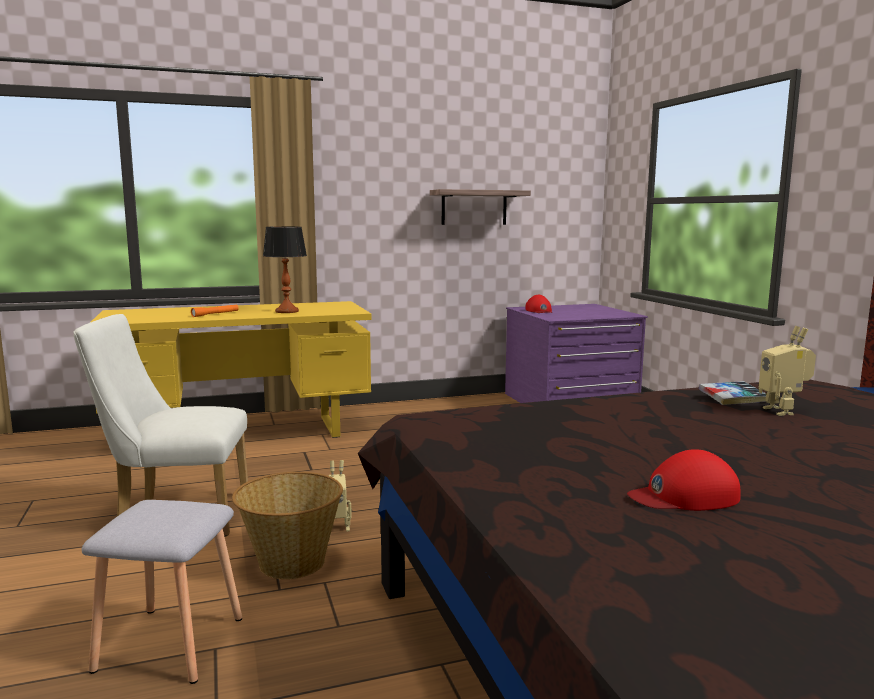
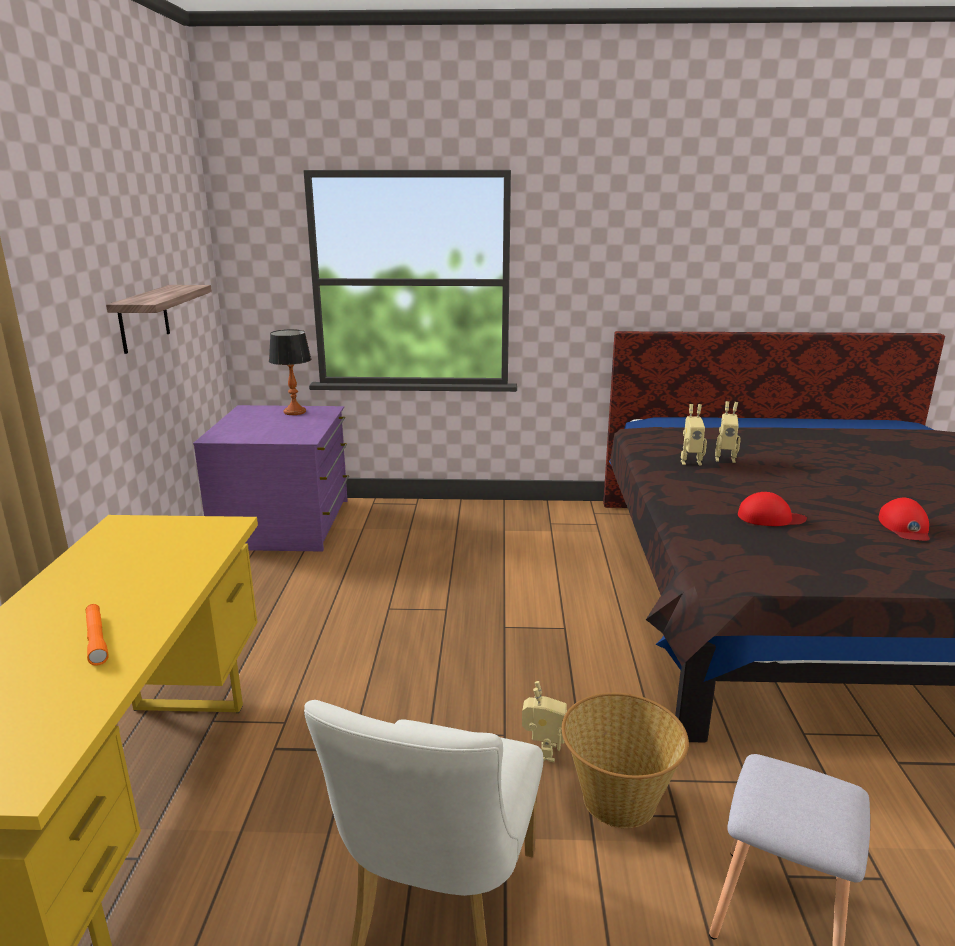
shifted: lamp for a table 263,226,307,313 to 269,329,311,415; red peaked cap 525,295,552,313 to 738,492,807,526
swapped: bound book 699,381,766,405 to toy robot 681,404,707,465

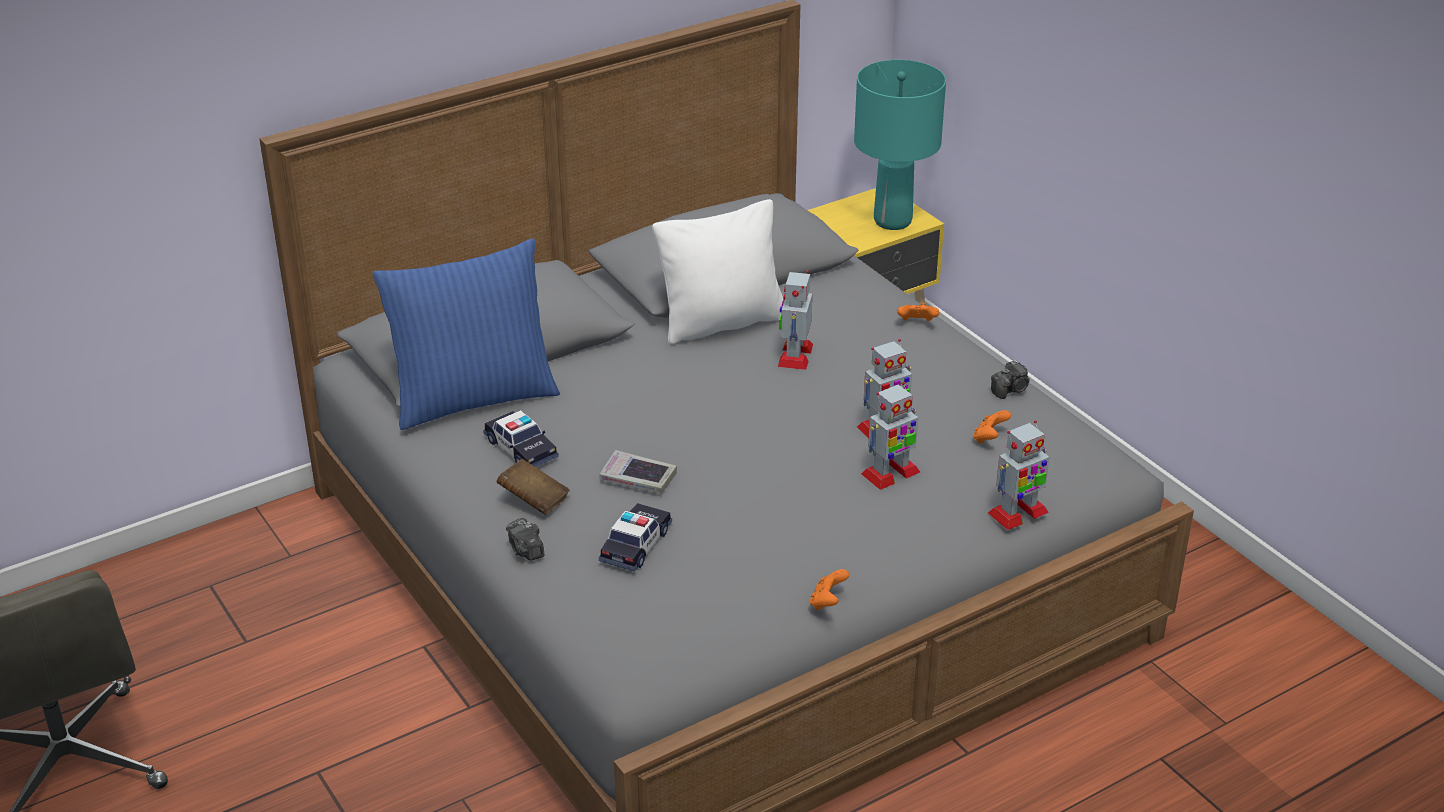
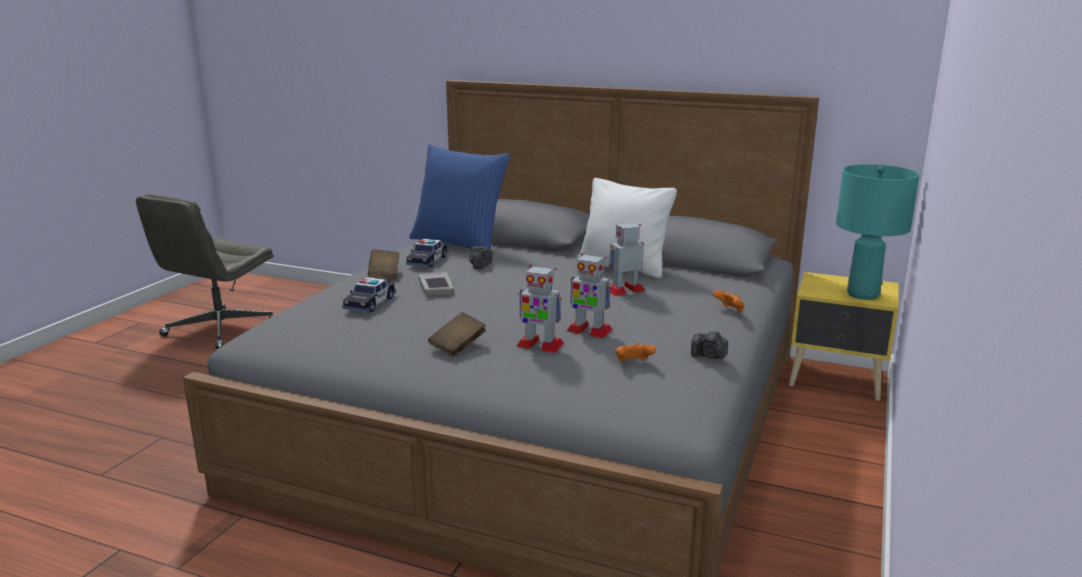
gone: orange-coloured game controller 810,569,849,610; toy robot 988,420,1049,530
new: brown bound book 428,312,486,357
shifted: still camera 506,518,544,561 to 469,246,493,269
rotated: miniature car 599,503,672,571 = 342,277,396,312 120 degrees clockwise

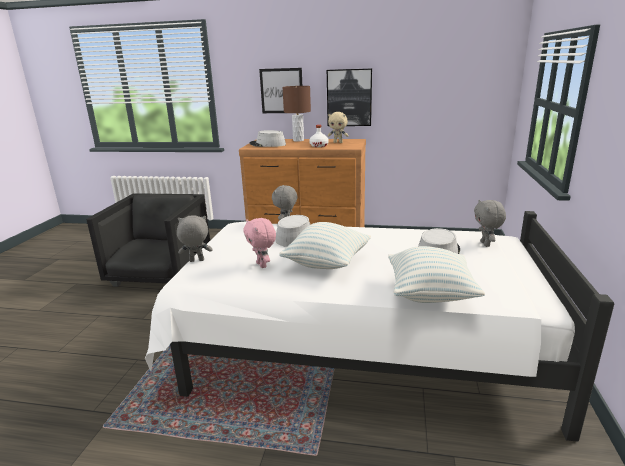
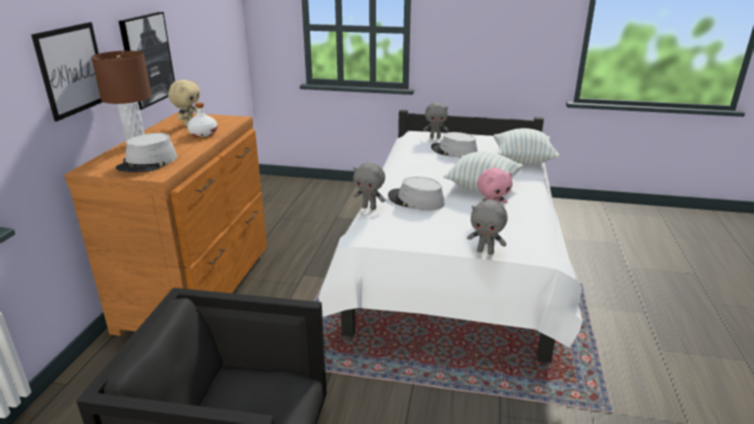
rotated: gray cuddly toy 177,215,213,262 = 467,200,508,255 60 degrees counterclockwise

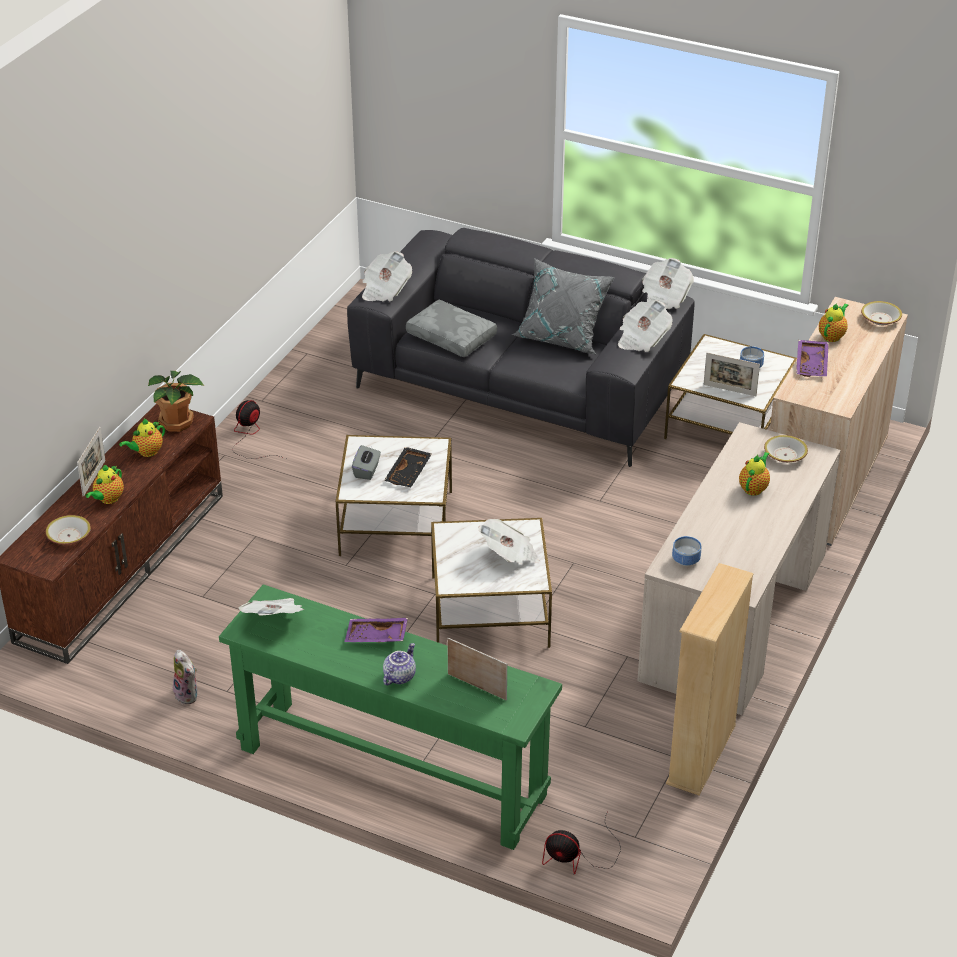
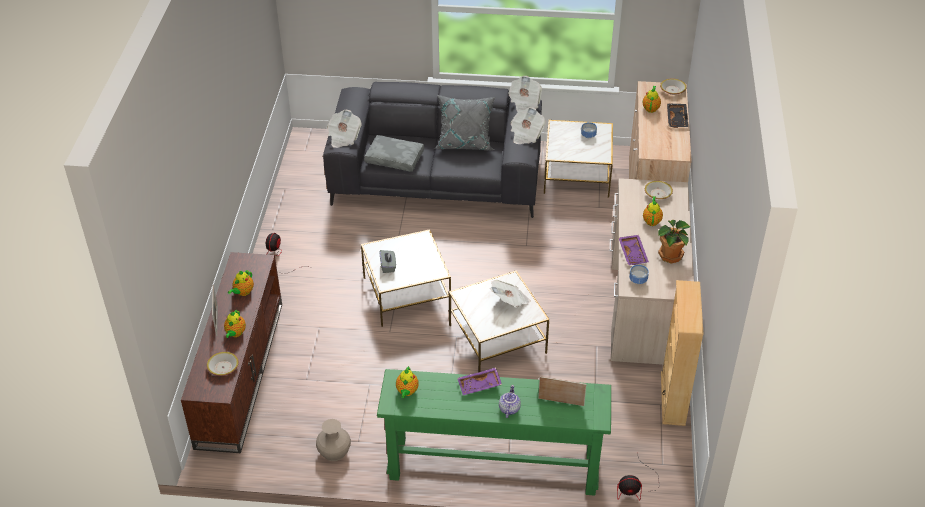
gone: photo frame 703,352,760,396
shifted: plant in a pot 148,371,204,432 to 658,220,691,264; black-coloured serving tray 384,447,432,487 to 667,104,688,128; purple-coloured serving tray 796,340,829,377 to 619,235,649,265
swapped: cuddly toy 173,650,197,704 to sand-coloured vase 316,419,351,461; newspaper 239,598,304,616 to pot for tea 396,366,419,398

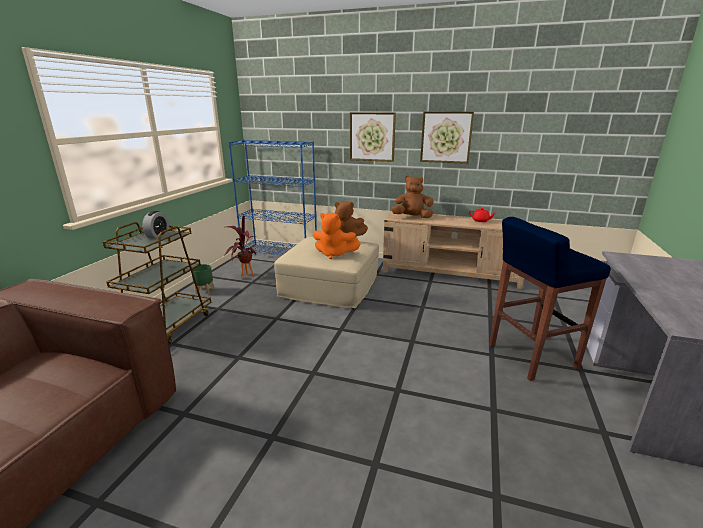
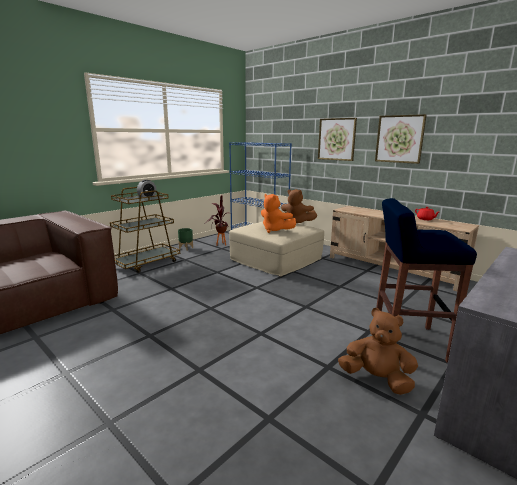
shifted: brown cuddly toy 391,176,434,218 to 338,308,418,395

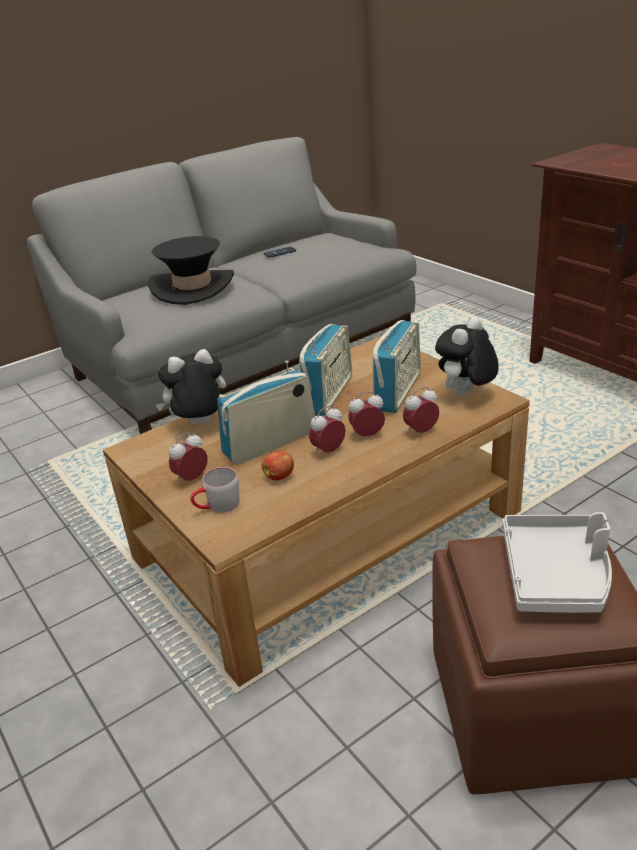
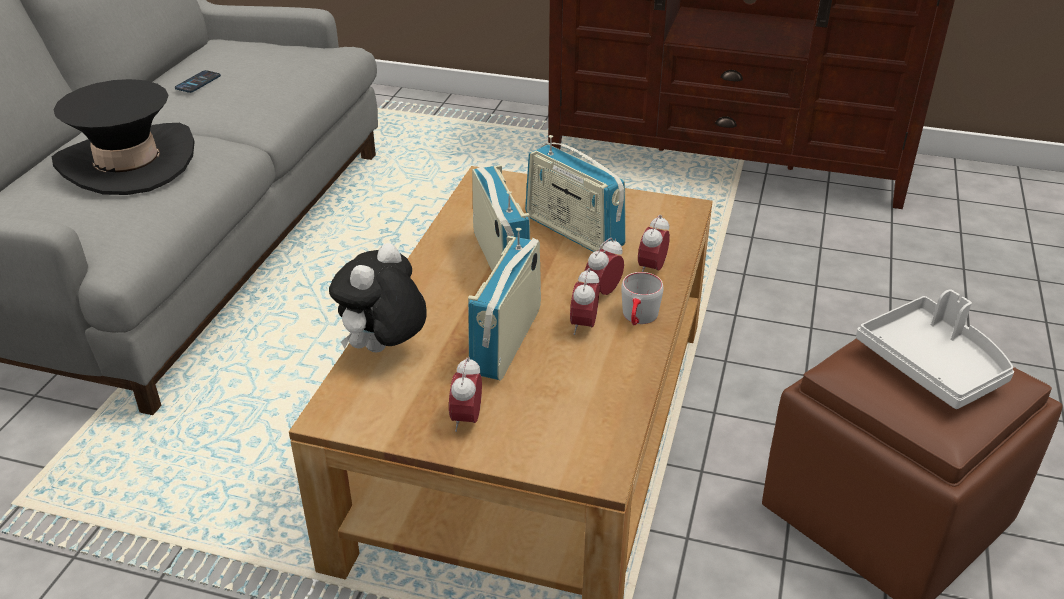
gone: apple 262,451,294,480; cuddly toy 435,317,499,396
shifted: gray tea mug 190,467,239,512 to 621,272,664,325
rotated: radio 373,320,421,413 = 525,135,626,252 150 degrees clockwise

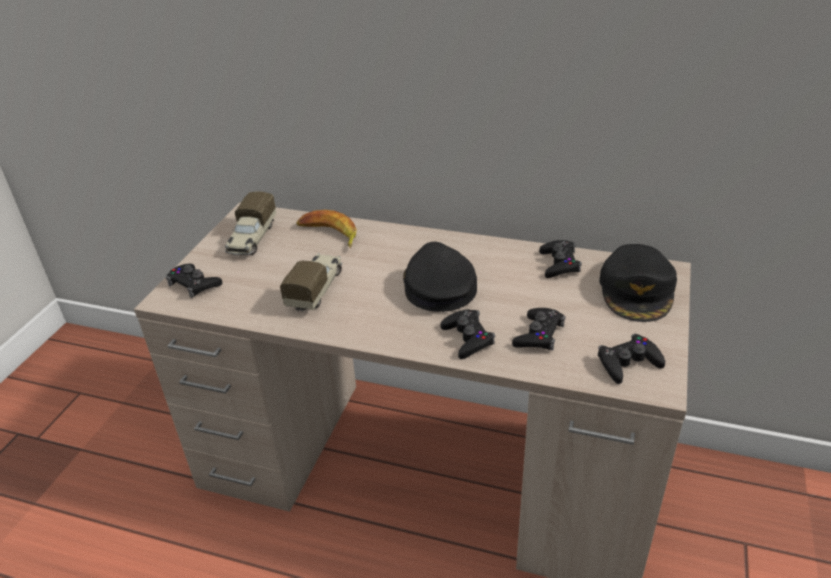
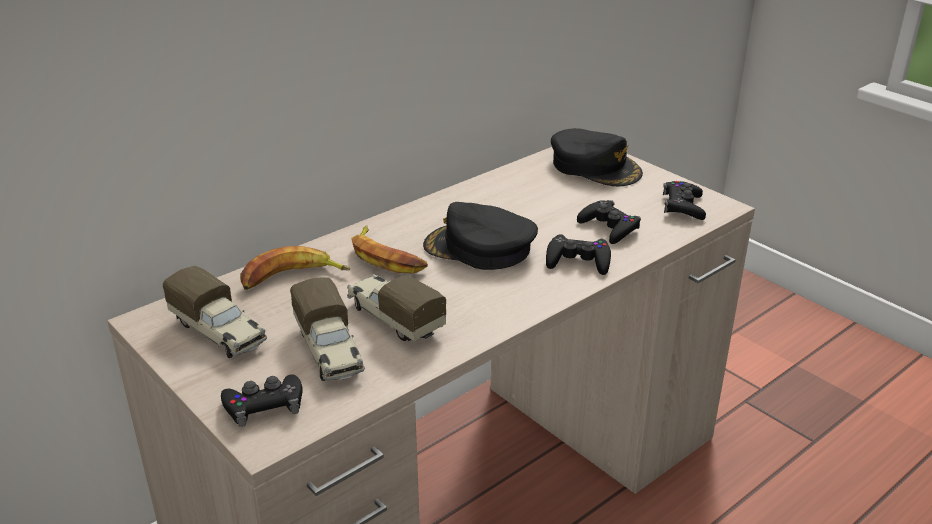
gone: black-coloured game controller 539,240,582,278
new: toy lorry 290,278,365,381; banana 351,225,428,274

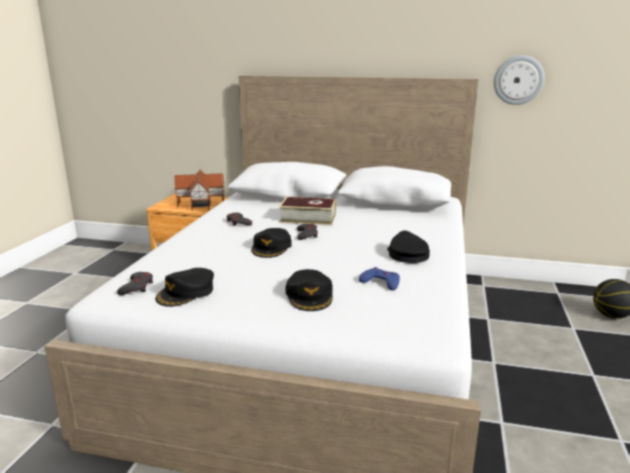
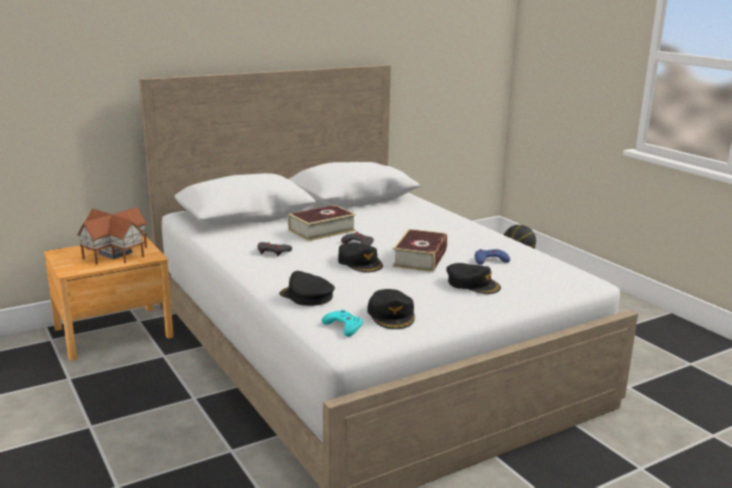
gone: clock on the wall 494,55,544,105
new: bound book 392,229,448,272
shifted: black-coloured peaked cap 387,231,430,263 to 279,271,335,306
repainted: gray game controller 117,272,153,295 to turquoise-coloured game controller 322,310,363,337

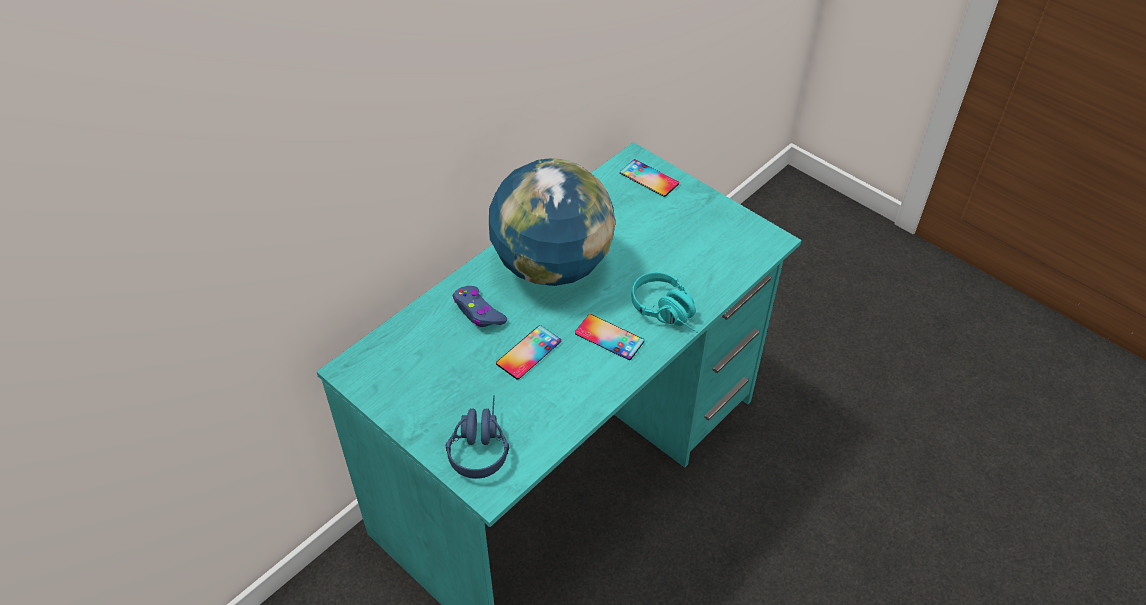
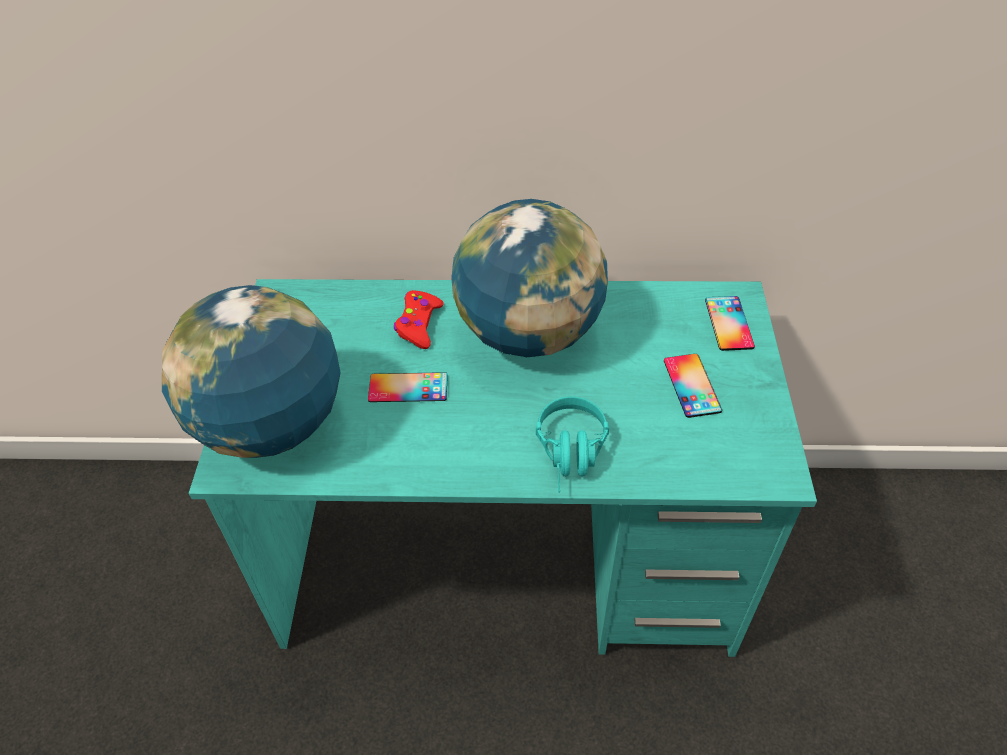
shifted: telephone 575,314,644,360 to 664,354,722,418
swapped: blue pair of headphones 446,395,509,479 to desk globe 162,285,341,458
repainted: blue game controller 453,286,507,327 to red game controller 394,290,444,349

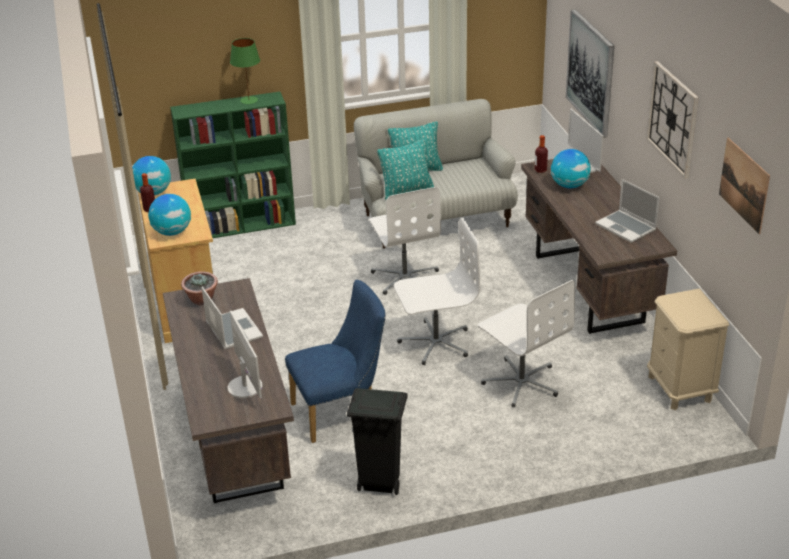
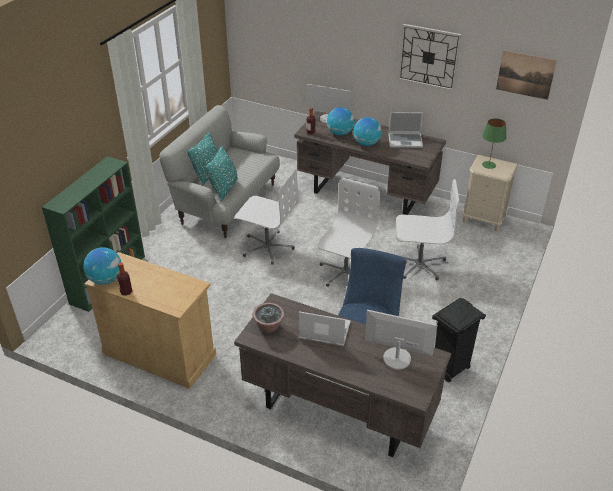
gone: picture 566,9,615,138
shifted: desk globe 148,194,191,236 to 353,117,382,146; green-coloured lamp for a table 230,38,260,104 to 482,118,507,169

